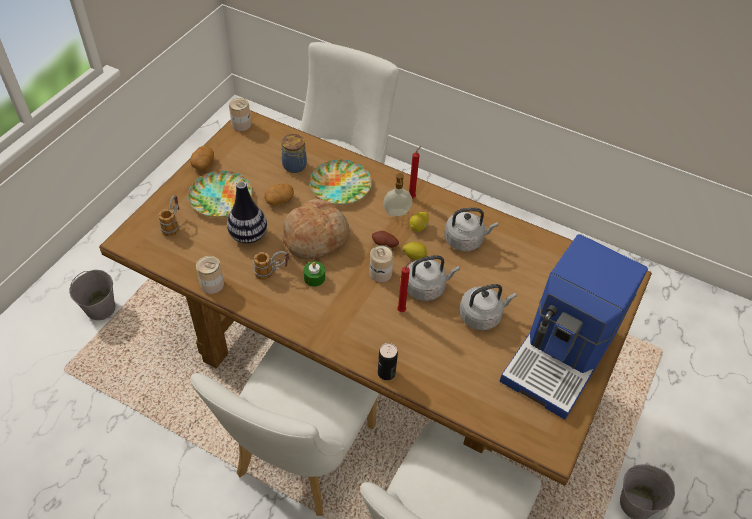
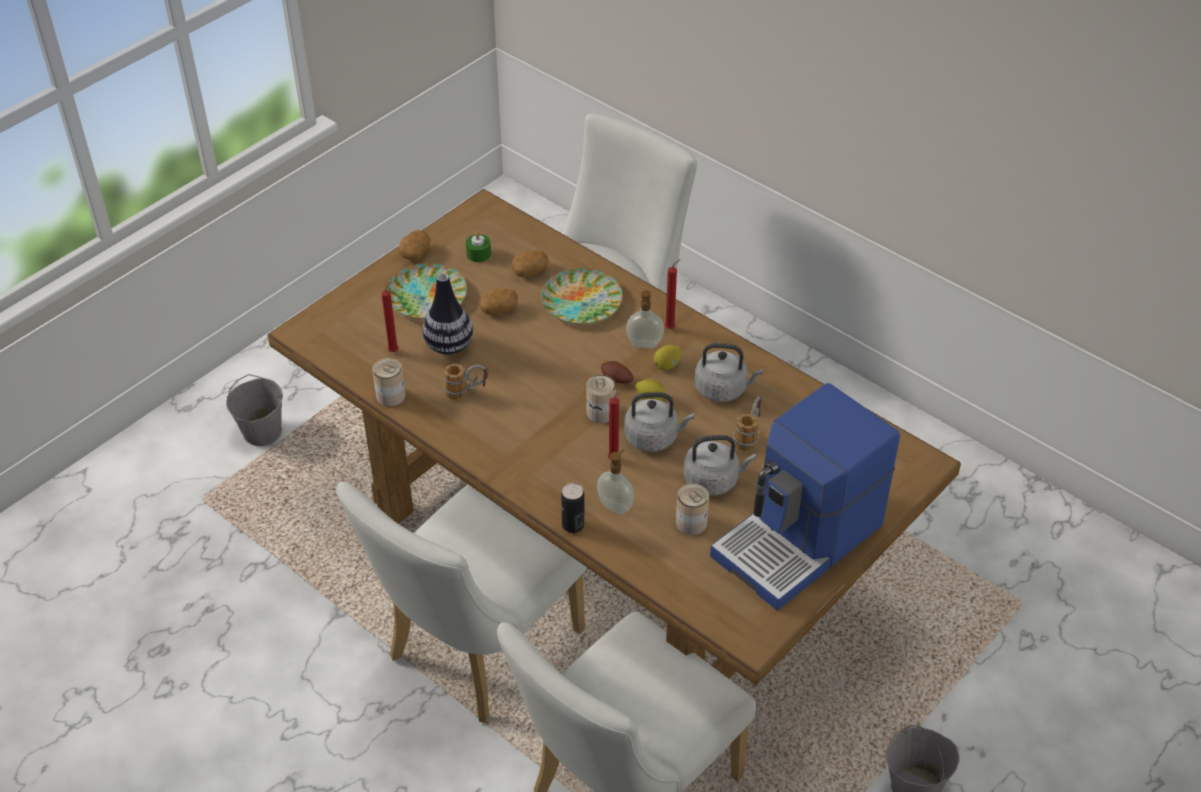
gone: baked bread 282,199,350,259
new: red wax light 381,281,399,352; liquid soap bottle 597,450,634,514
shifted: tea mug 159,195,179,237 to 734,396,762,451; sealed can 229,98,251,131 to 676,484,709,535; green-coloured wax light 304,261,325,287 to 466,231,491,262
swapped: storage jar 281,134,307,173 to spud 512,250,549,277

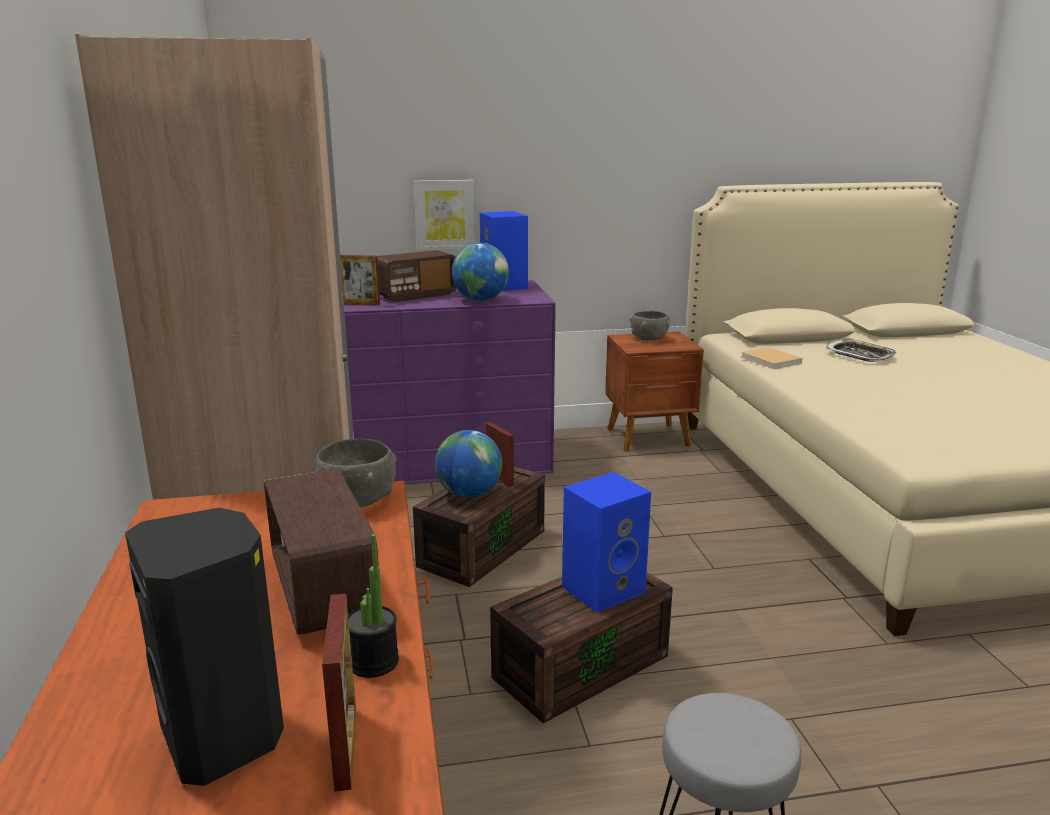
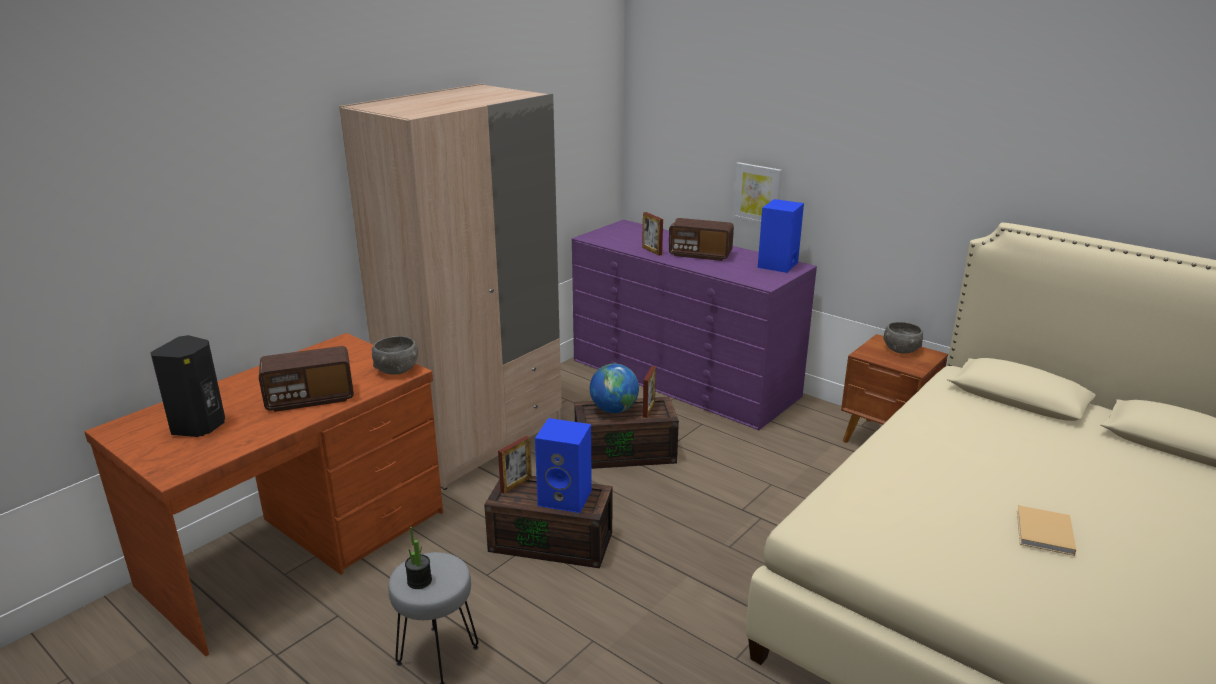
gone: desk globe 452,243,509,301; serving tray 826,339,896,362
shifted: photo frame 322,594,356,791 to 498,436,532,494; plant in a pot 348,534,399,678 to 405,527,432,589; sand-coloured bound book 741,347,802,369 to 1017,505,1076,556
rotated: radio 264,469,379,635 = 259,346,354,412 135 degrees counterclockwise

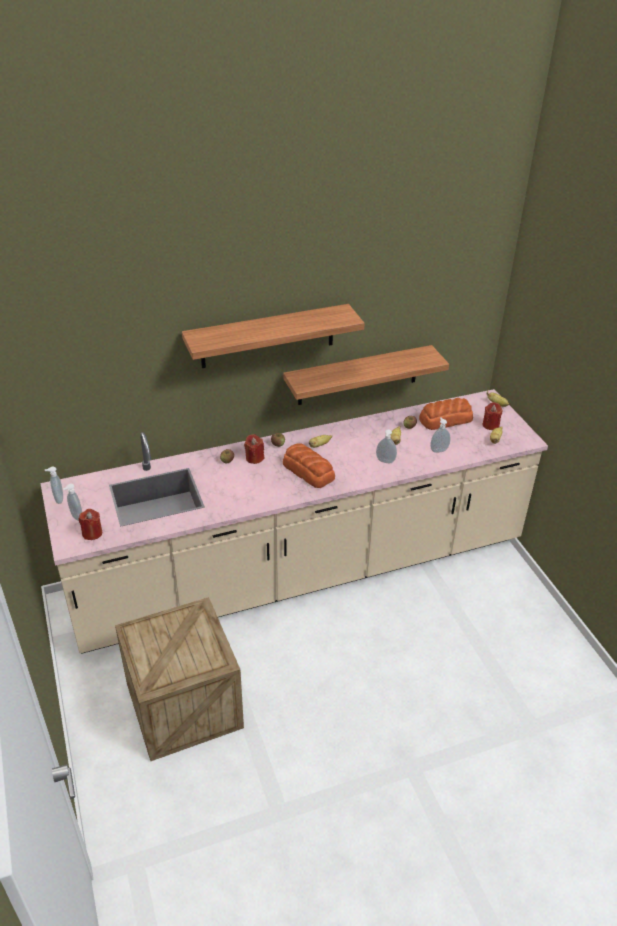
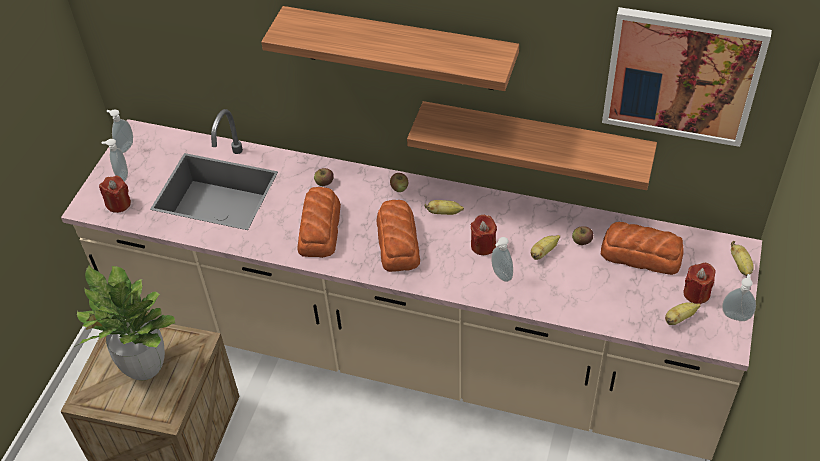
new: plant in a pot 74,264,175,380; baked bread 298,187,341,258; picture 602,7,772,147
shifted: red wax light 244,434,264,464 to 470,215,497,255; liquid soap bottle 430,417,451,453 to 722,274,756,321

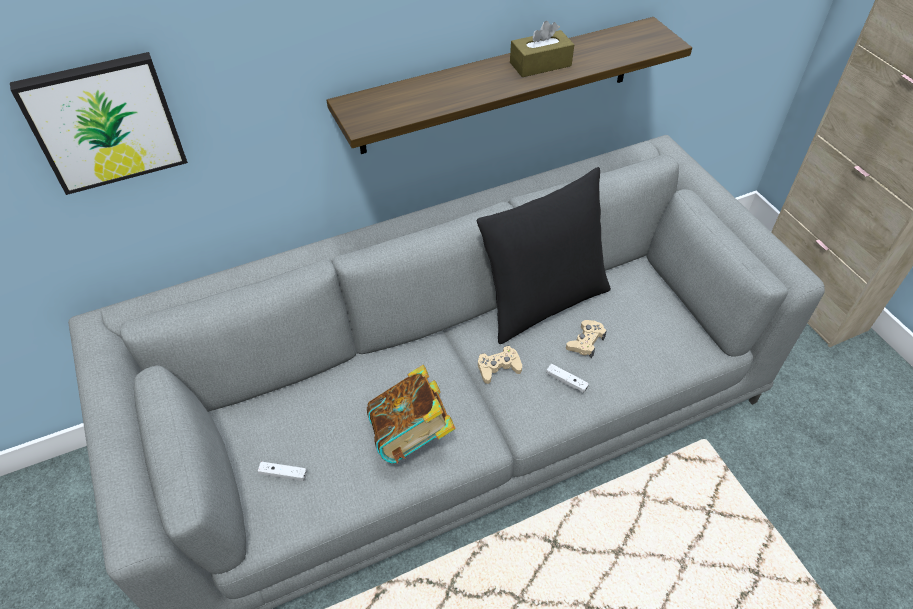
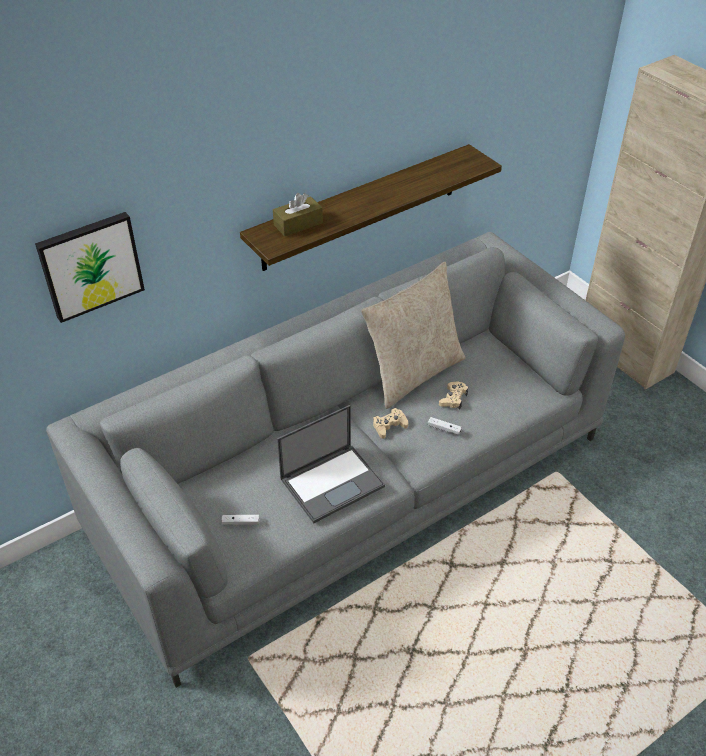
shifted: brown box of tissues 510,21,574,77 to 273,193,323,236
swapped: bound book 367,365,456,464 to notebook computer 277,405,385,523
repainted: black-coloured cushion 477,167,611,344 to sand-coloured cushion 362,262,465,409

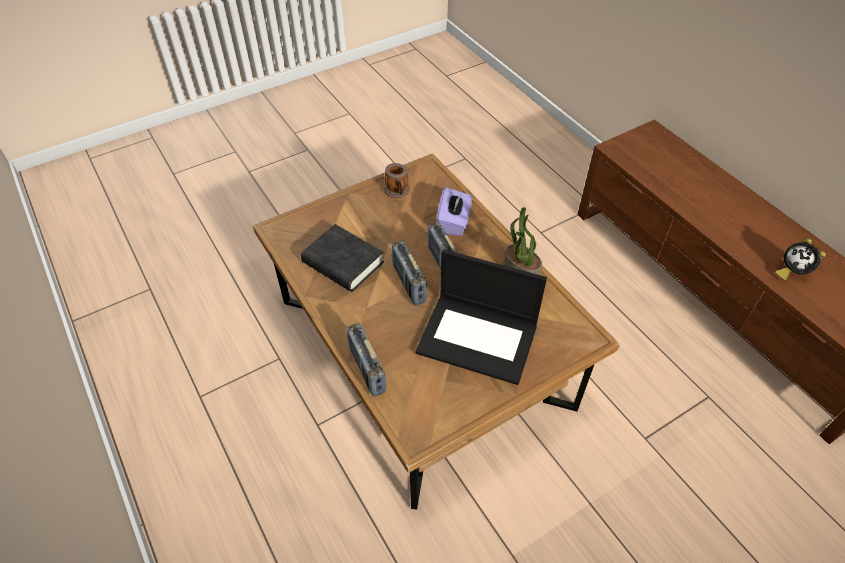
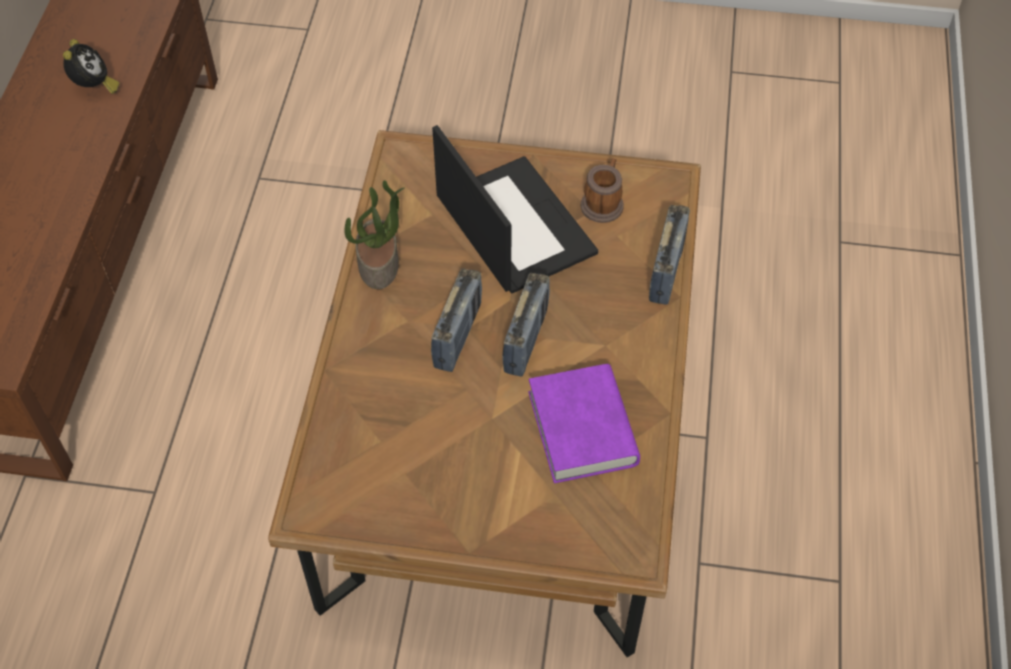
gone: purple-coloured box of tissues 437,187,472,236
shifted: tea mug 384,163,410,198 to 580,158,624,223
repainted: black-coloured bound book 301,224,384,292 to purple-coloured bound book 528,364,640,483

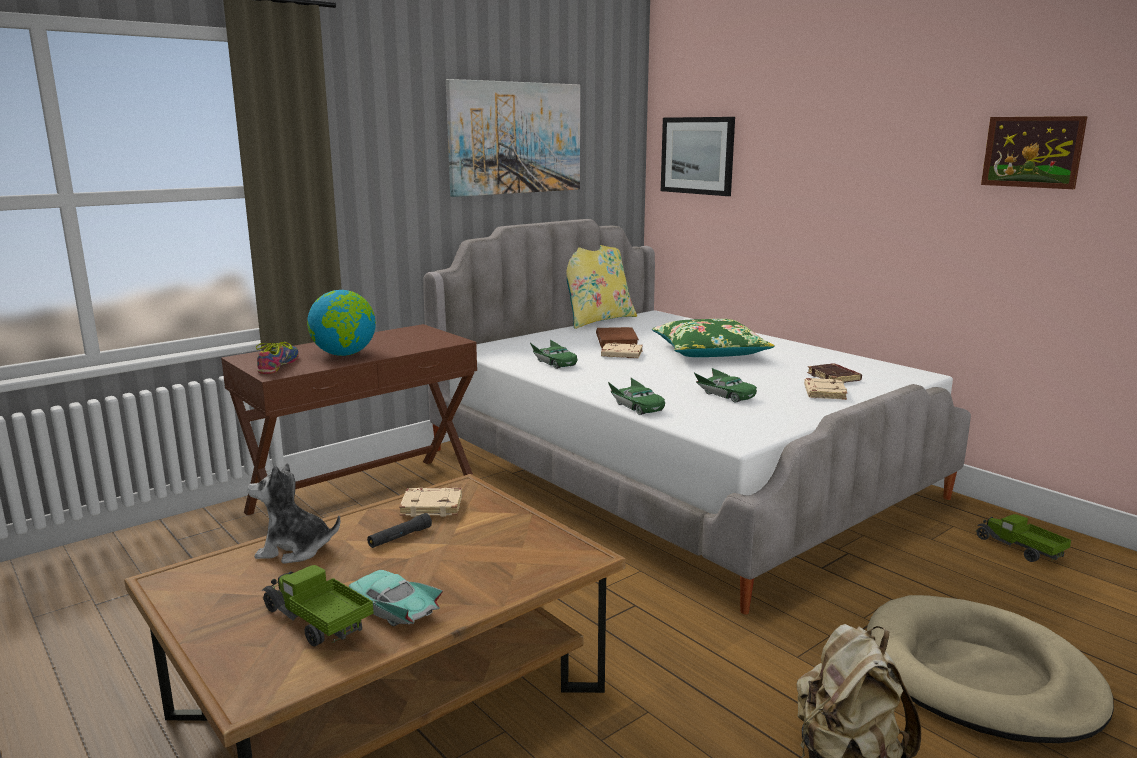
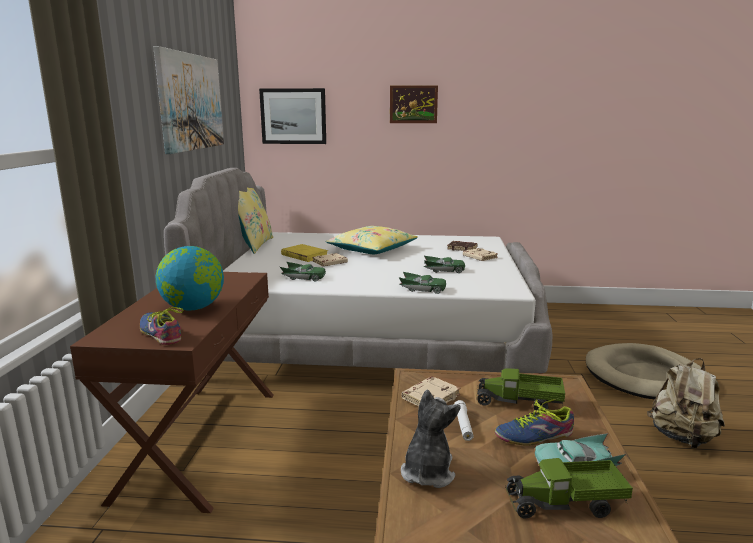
new: low shoe 495,398,574,446
shifted: toy lorry 977,514,1071,562 to 476,368,565,410; picture 981,116,1087,189 to 390,85,438,123
repainted: black-coloured hand torch 367,513,432,548 to whitish hand torch 454,400,474,441; brown bound book 596,327,639,348 to yellowish bound book 281,244,328,262; green-coloured cushion 652,319,775,357 to yellowish cushion 326,226,418,254
rotated: cuddly toy 247,463,341,564 = 401,390,460,488 150 degrees clockwise

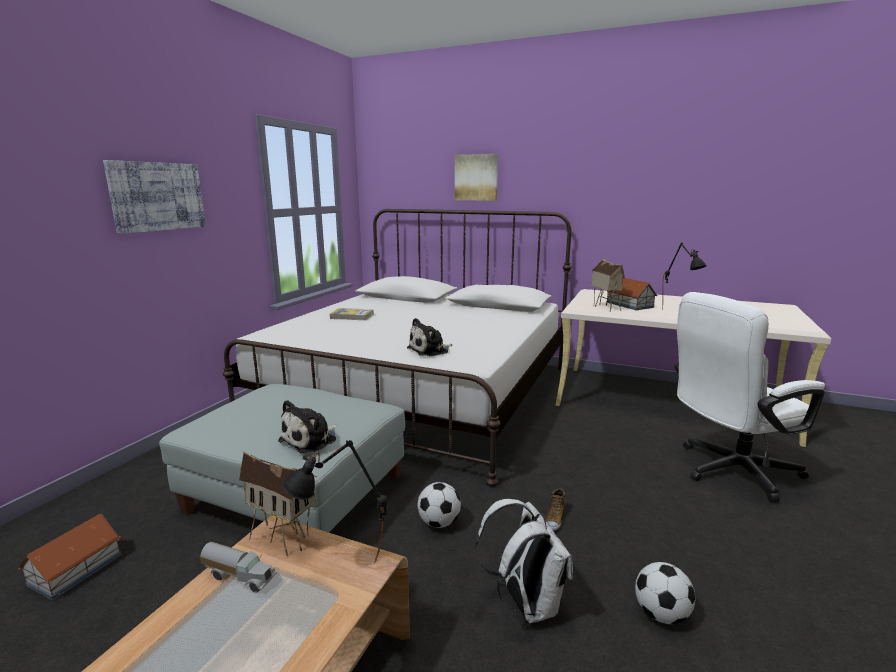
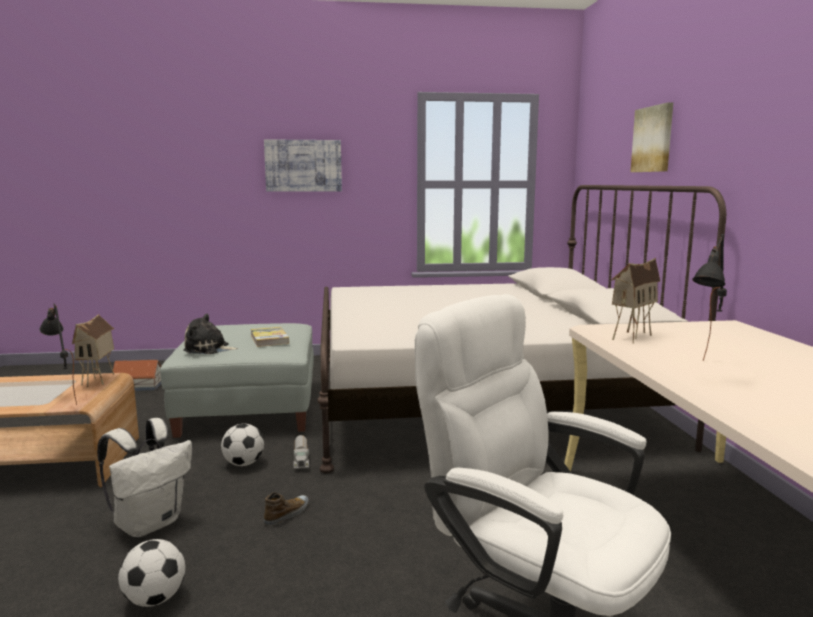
gone: cuddly toy 407,318,452,356; toy house 607,278,657,310
shifted: toy lorry 200,542,277,593 to 294,435,310,471; bound book 330,308,374,320 to 250,327,289,347
rotated: low shoe 545,488,565,531 = 264,492,309,526 135 degrees clockwise

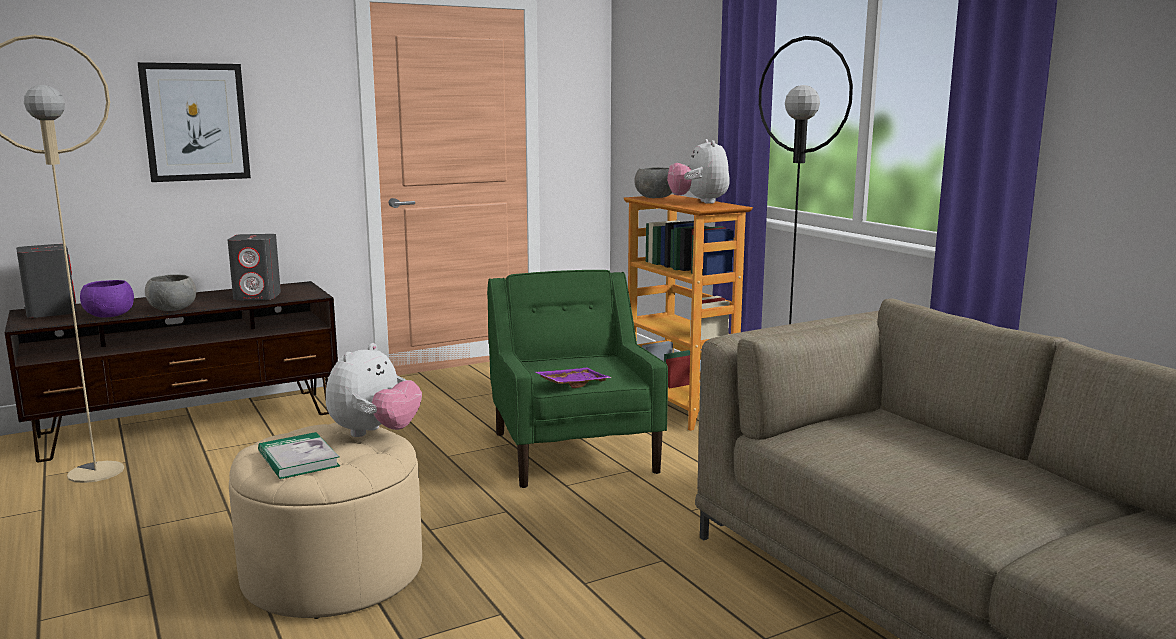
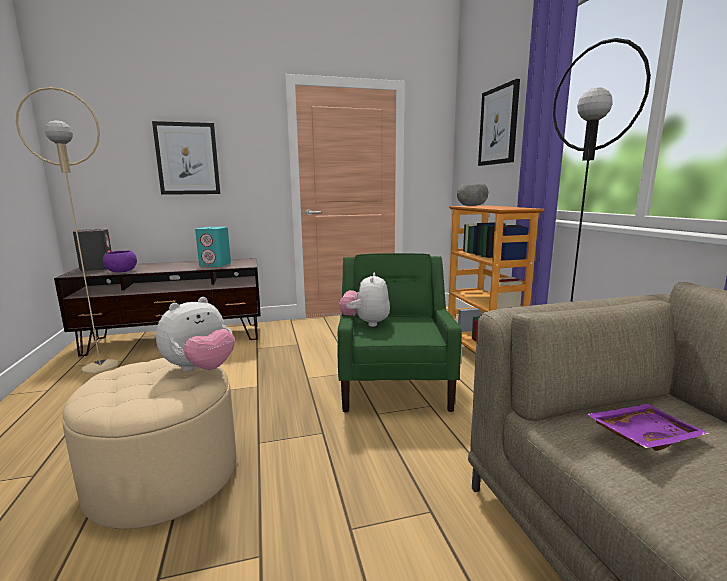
gone: gray serving bowl 145,274,196,311; bound book 258,432,340,479
new: picture 478,79,520,166
shifted: purple-coloured serving tray 536,368,612,388 to 586,404,709,451; cuddly toy 667,139,730,204 to 339,272,390,327
repainted: gray speaker 228,234,281,301 to turquoise-coloured speaker 195,227,231,267

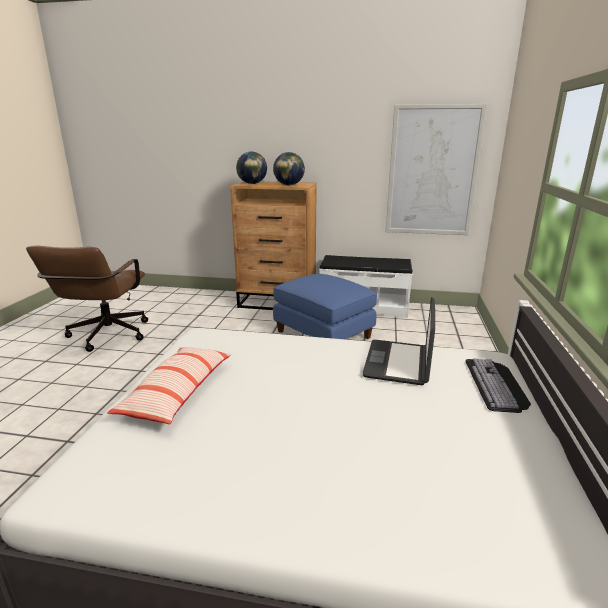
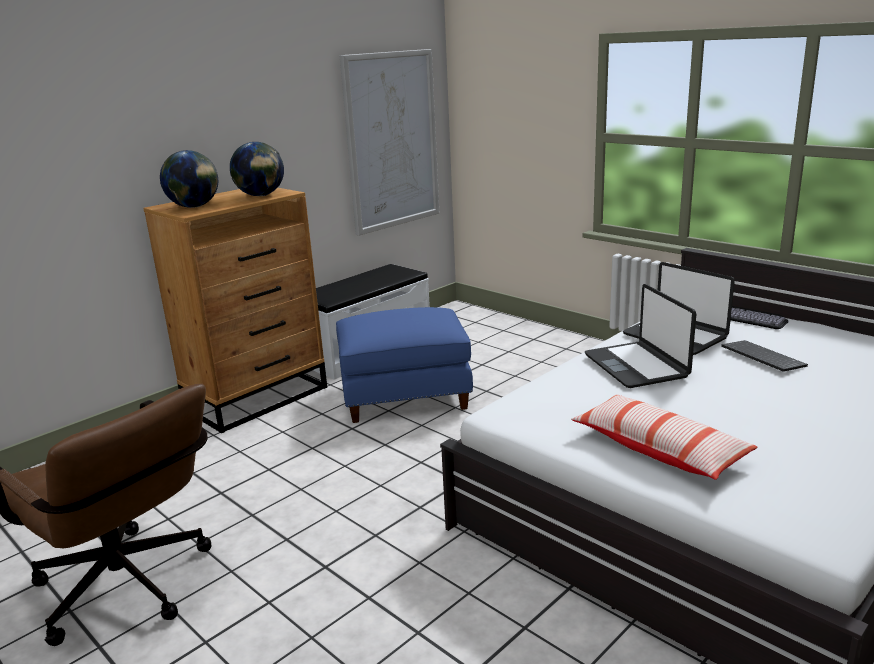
new: notebook computer 585,284,696,388; keyboard 721,340,808,372

